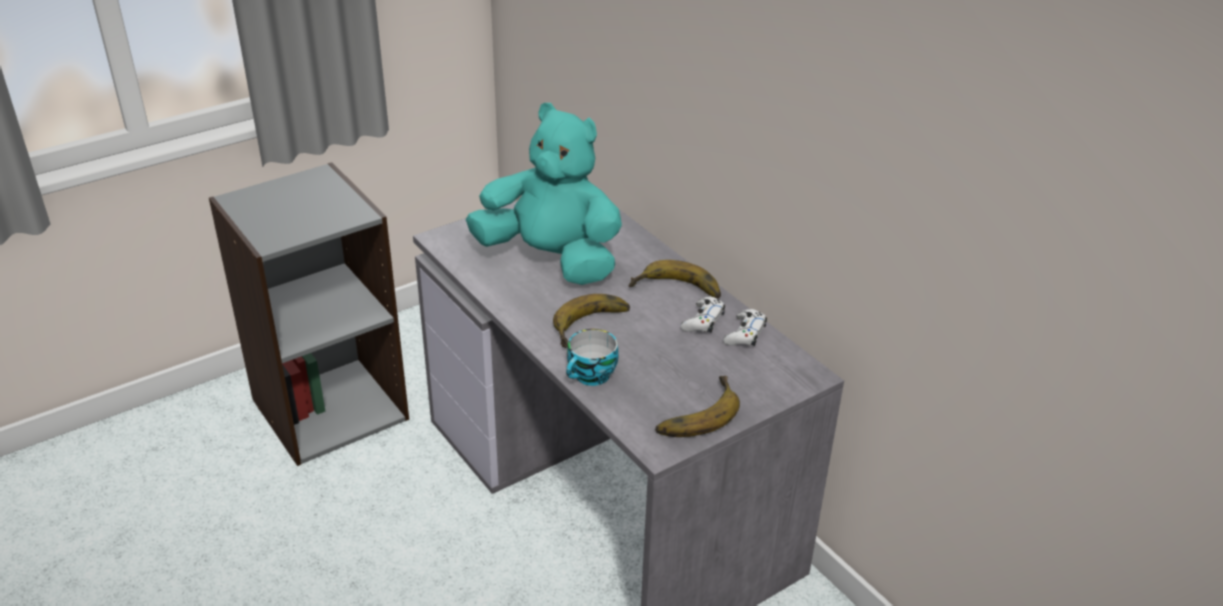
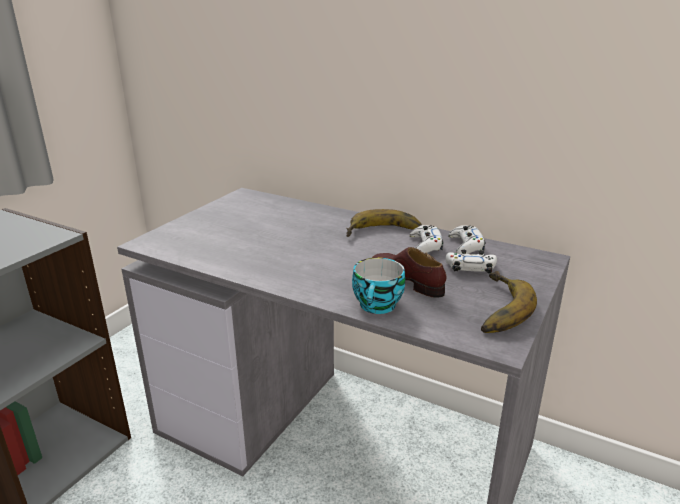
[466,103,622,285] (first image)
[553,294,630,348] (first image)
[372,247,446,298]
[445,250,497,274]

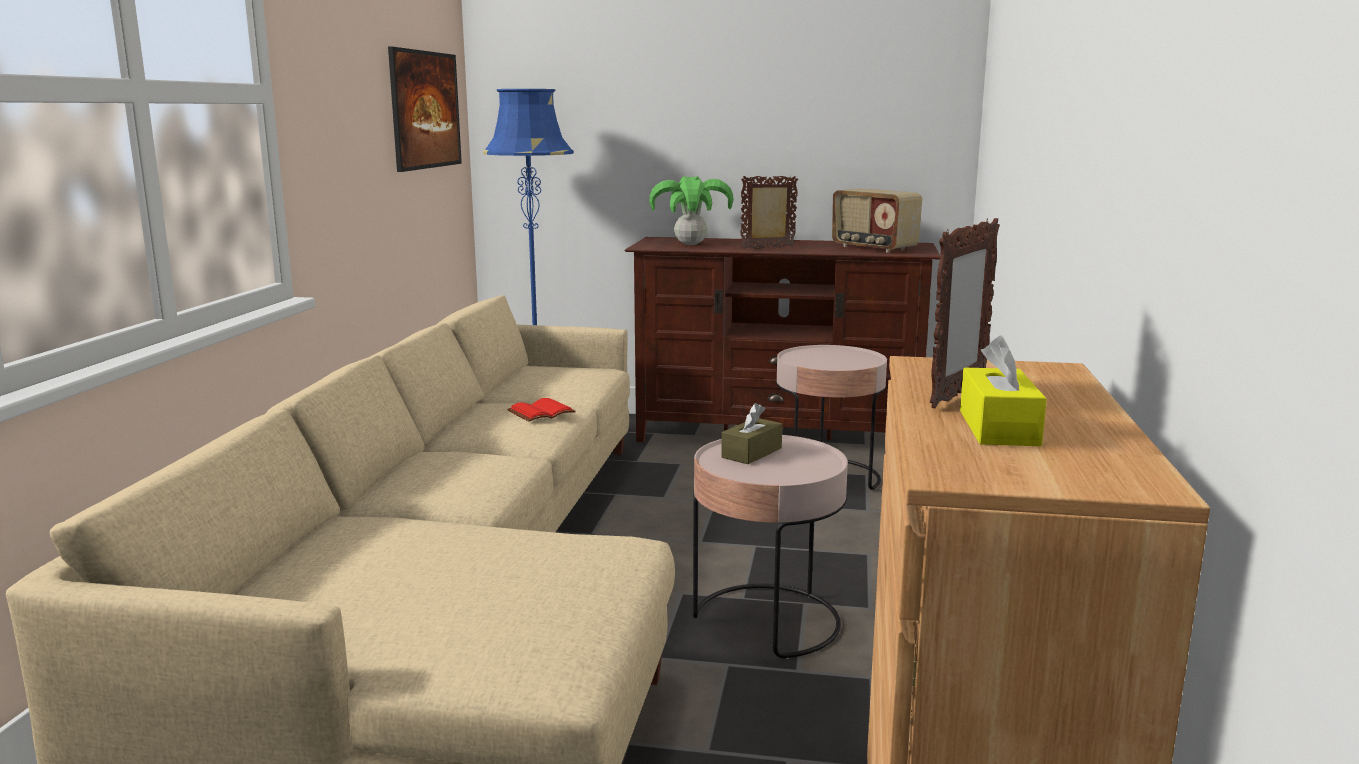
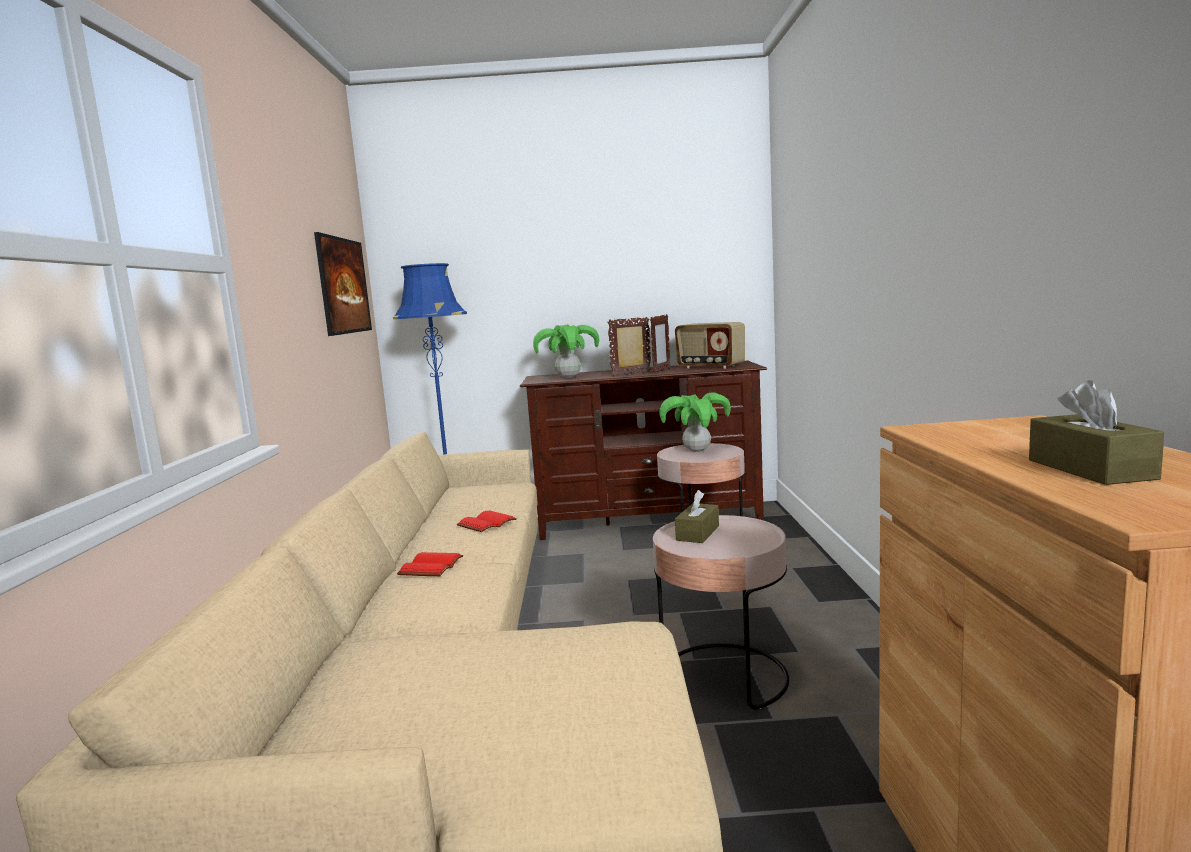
[650,314,671,373]
[1029,380,1164,485]
[397,552,463,576]
[659,393,731,452]

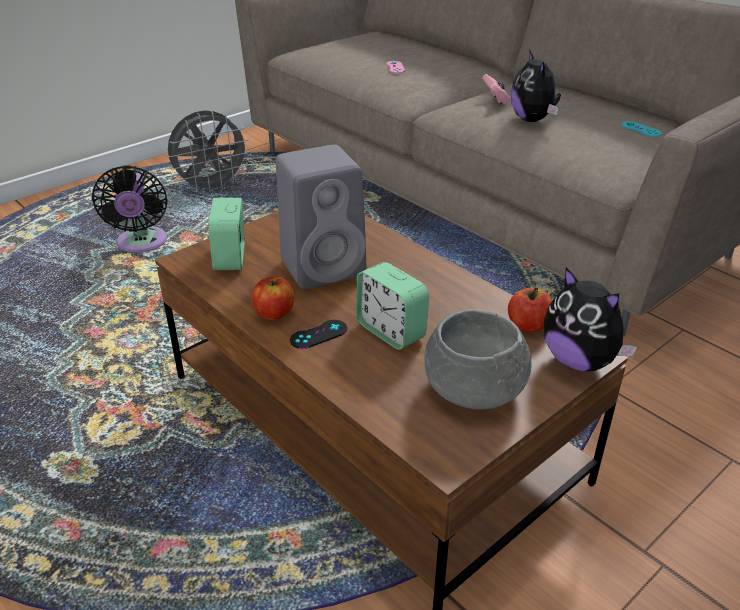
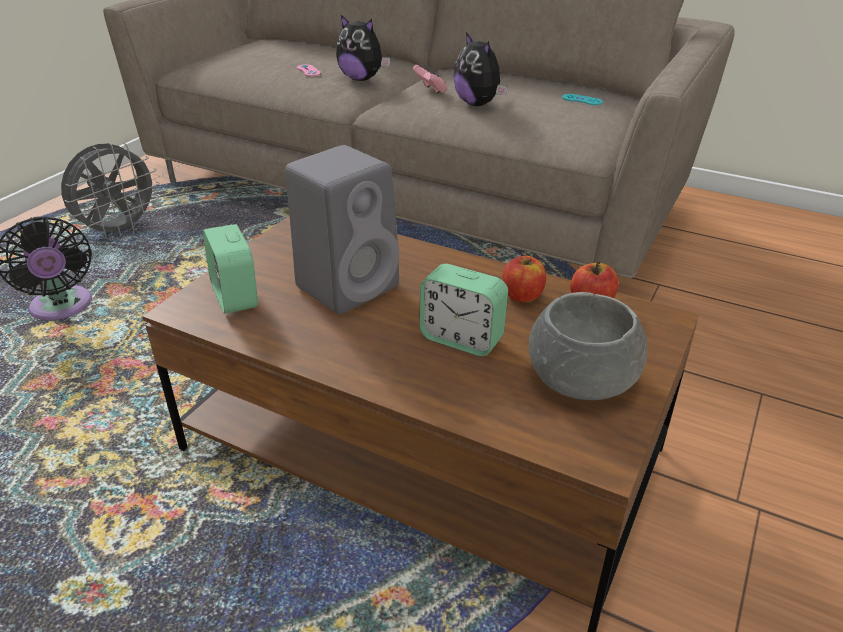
[502,256,546,302]
[290,320,347,349] (first image)
[336,15,390,81]

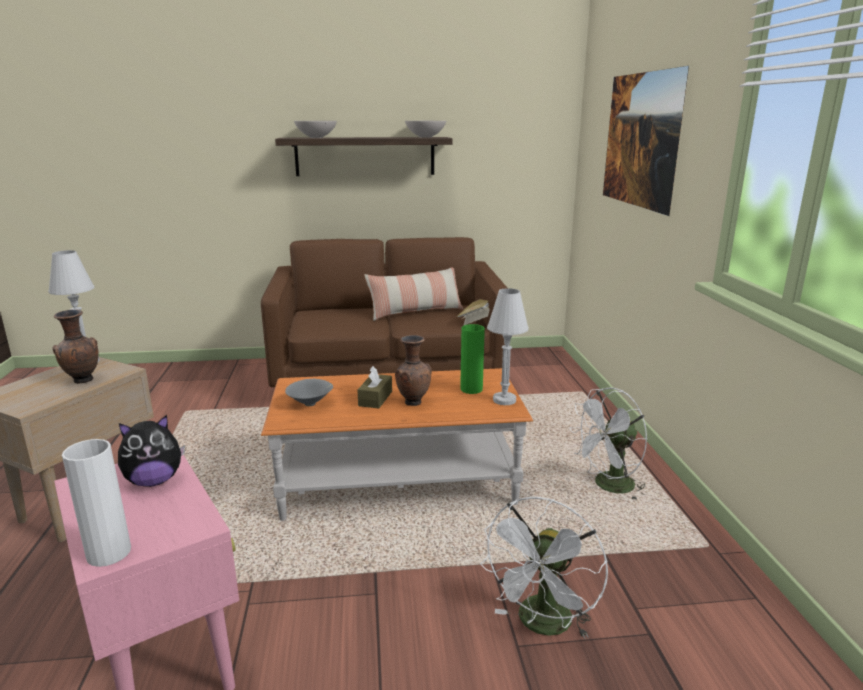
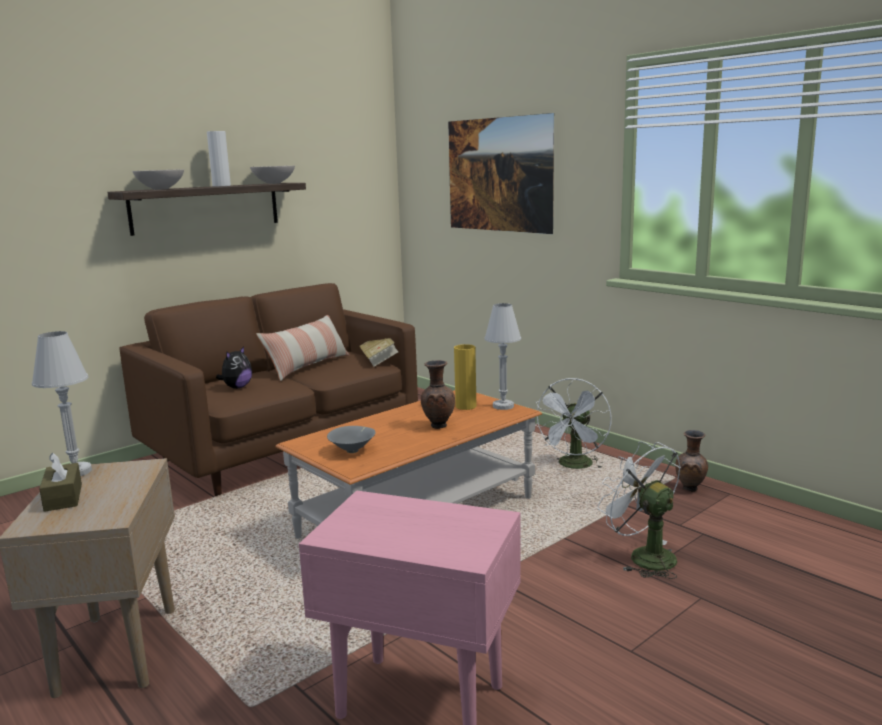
[675,430,708,492]
[207,131,231,187]
[216,346,252,389]
[39,453,82,512]
[454,344,476,410]
[598,441,681,579]

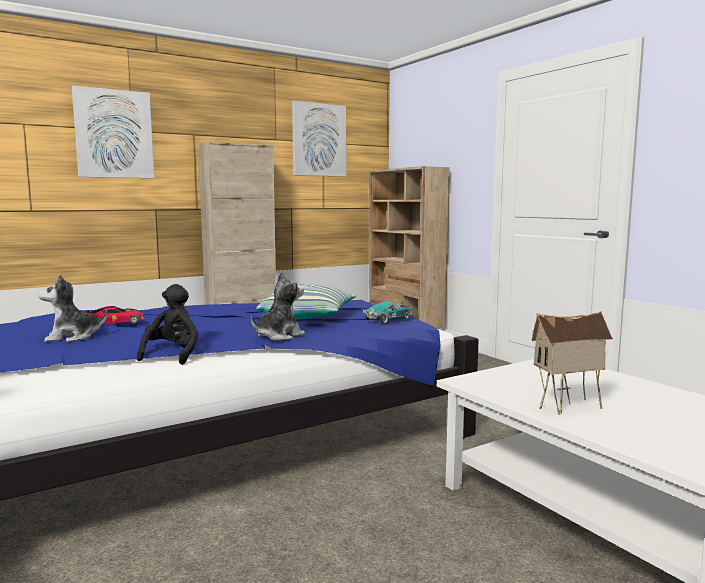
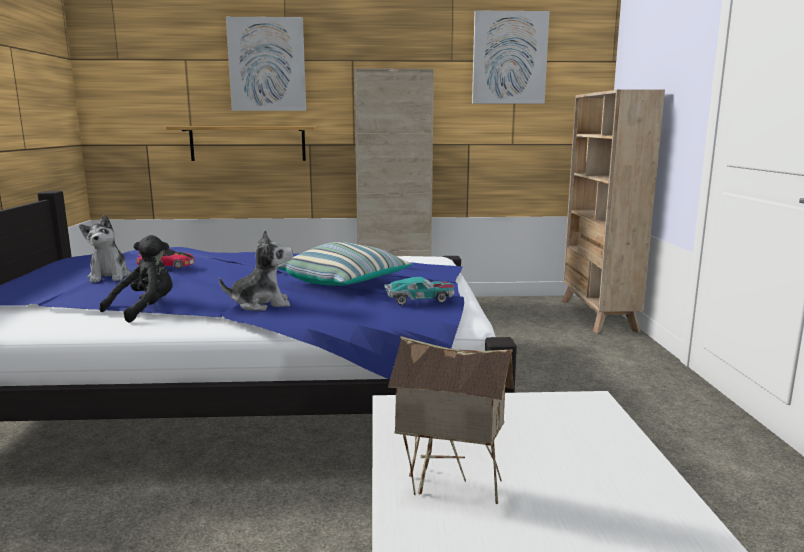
[79,215,131,283]
[166,126,317,161]

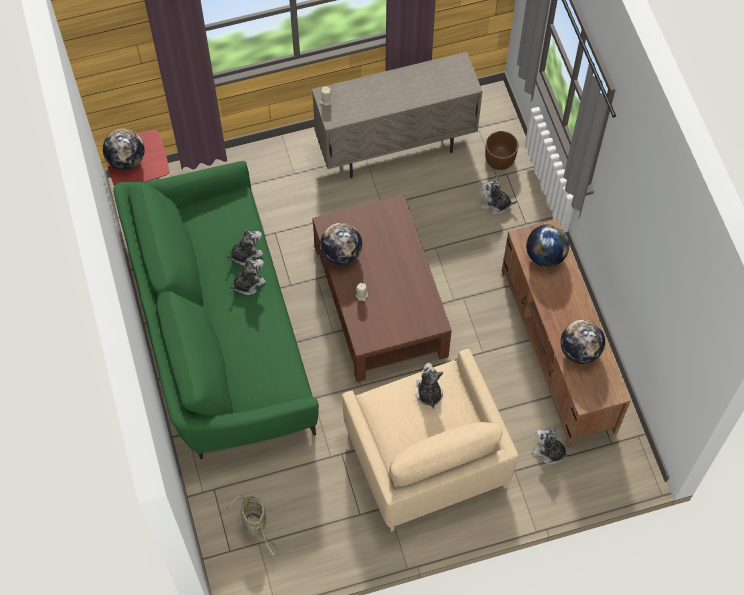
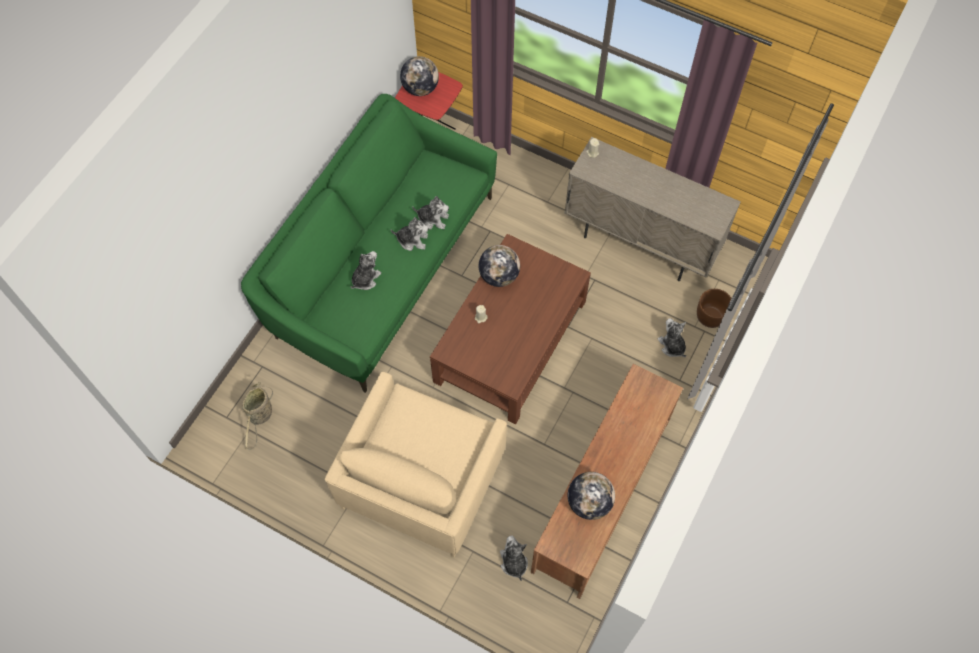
[351,251,381,290]
[526,224,569,267] (first image)

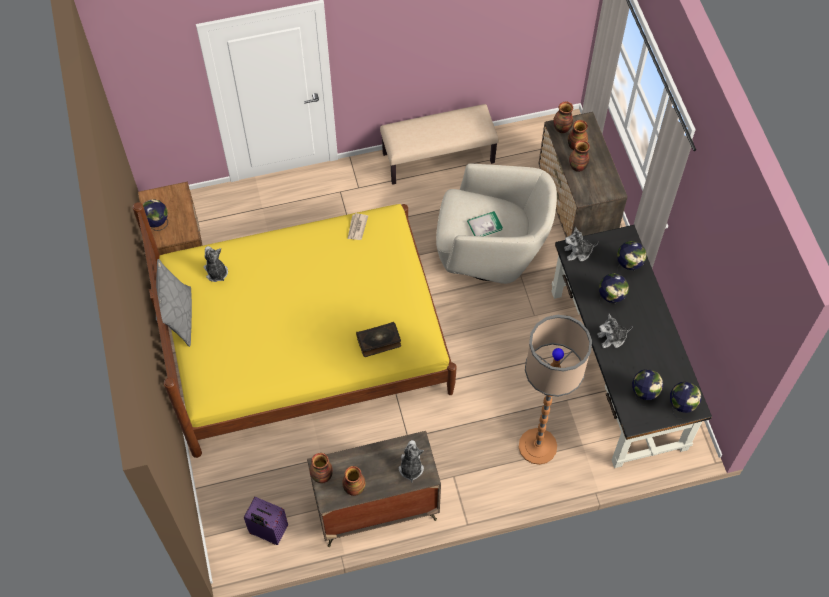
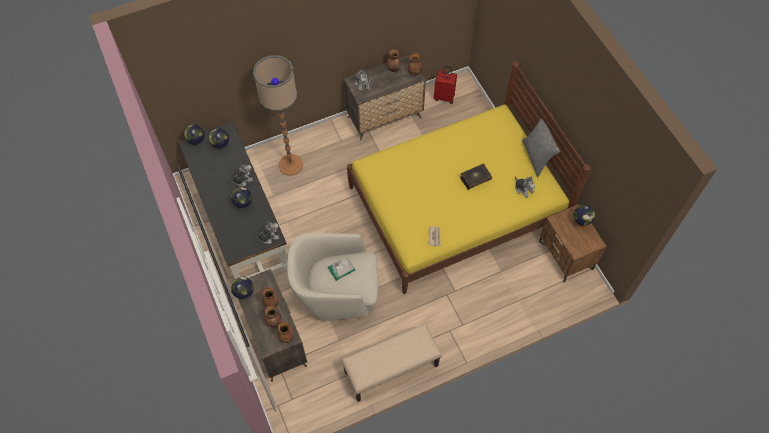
[434,66,457,104]
[460,164,492,190]
[231,276,254,300]

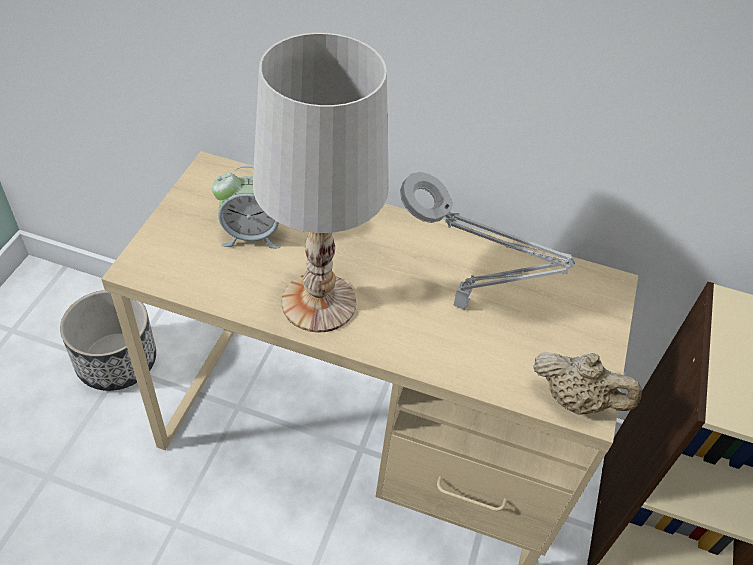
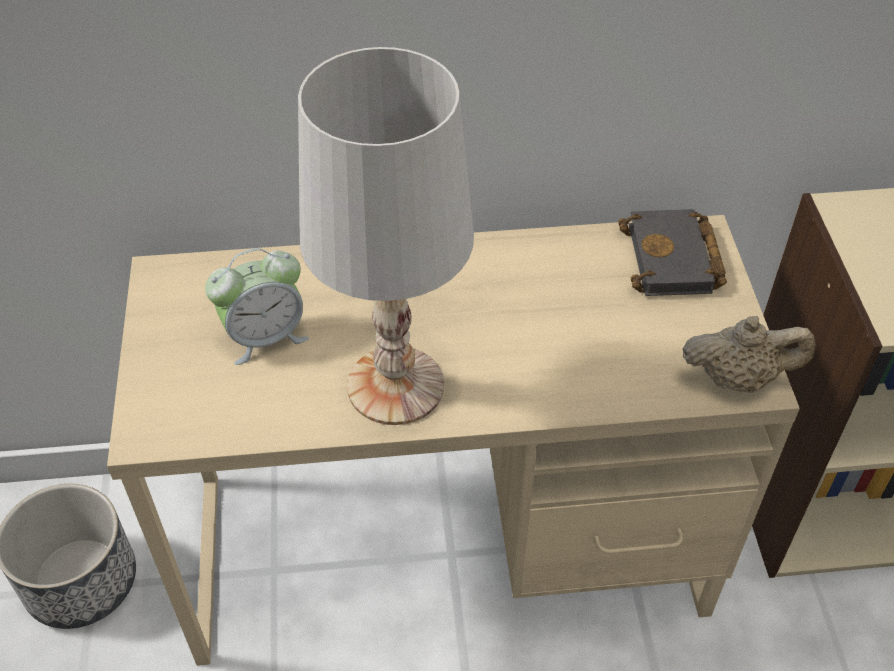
[400,172,575,310] (first image)
[618,209,727,296]

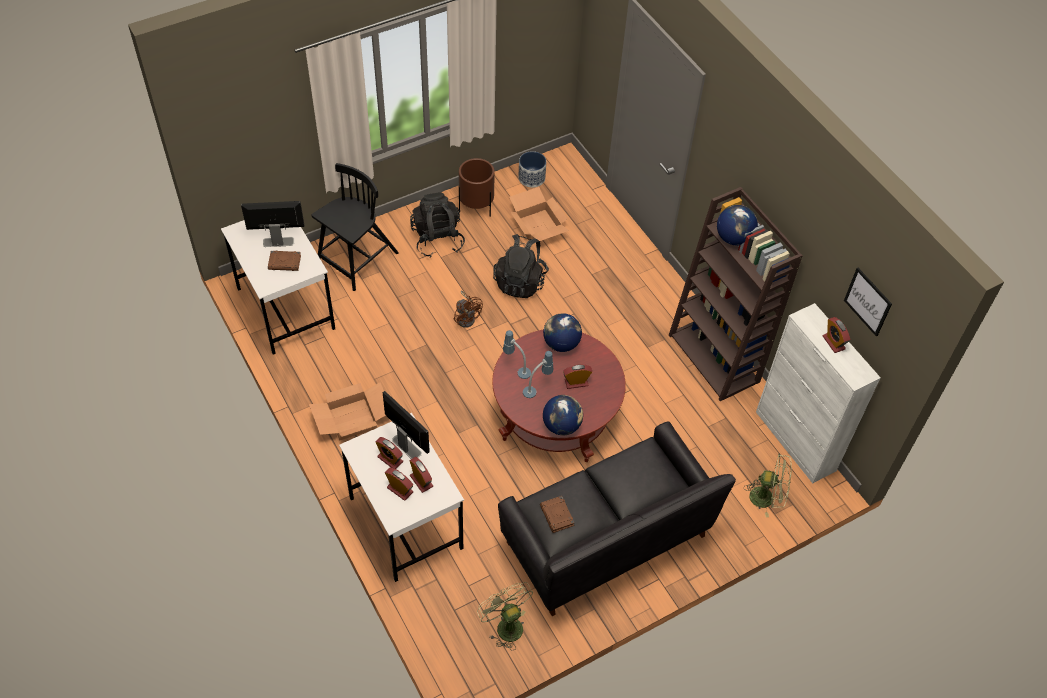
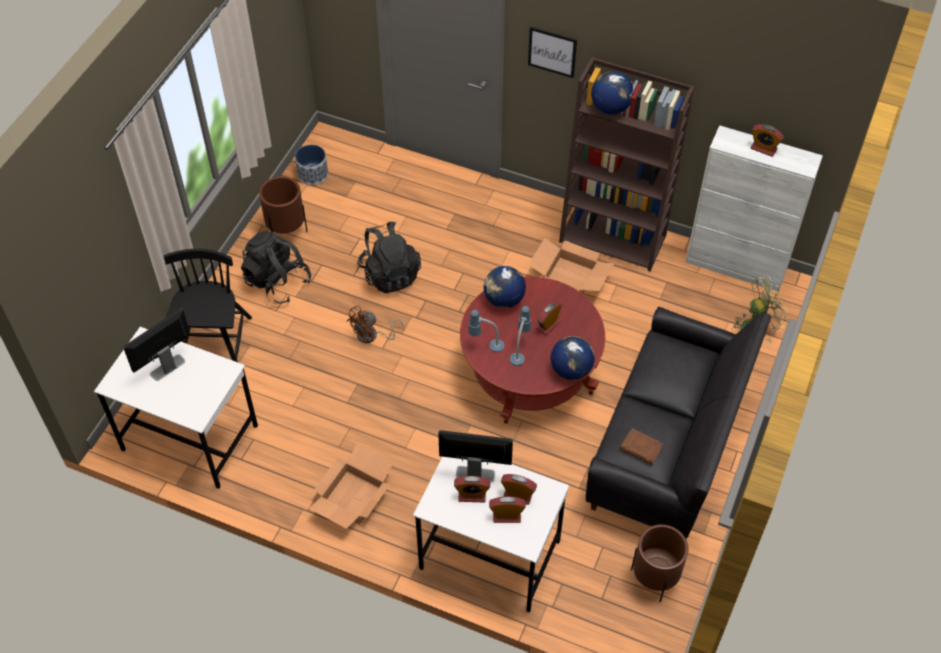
[268,250,301,271] (first image)
[347,305,404,343]
[631,524,688,602]
[529,238,614,294]
[528,27,577,78]

